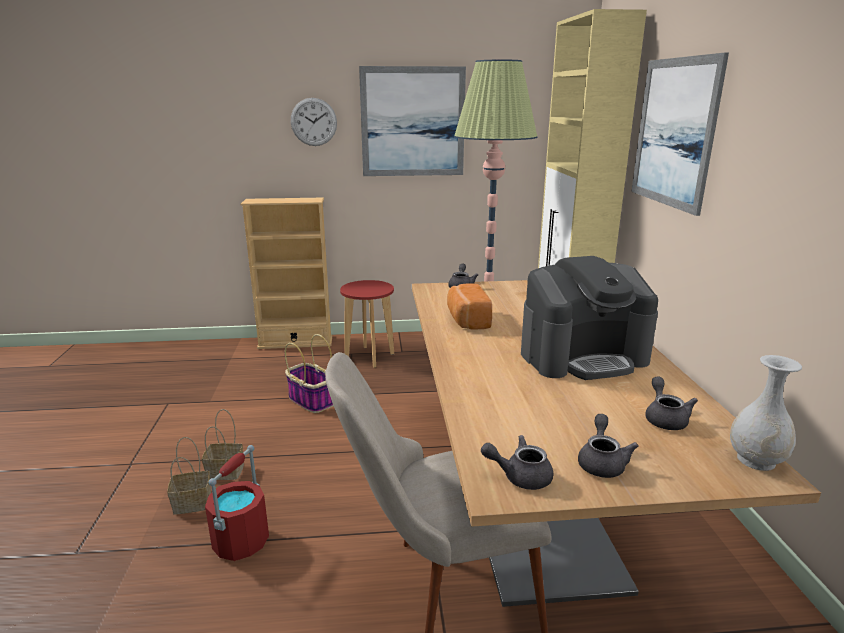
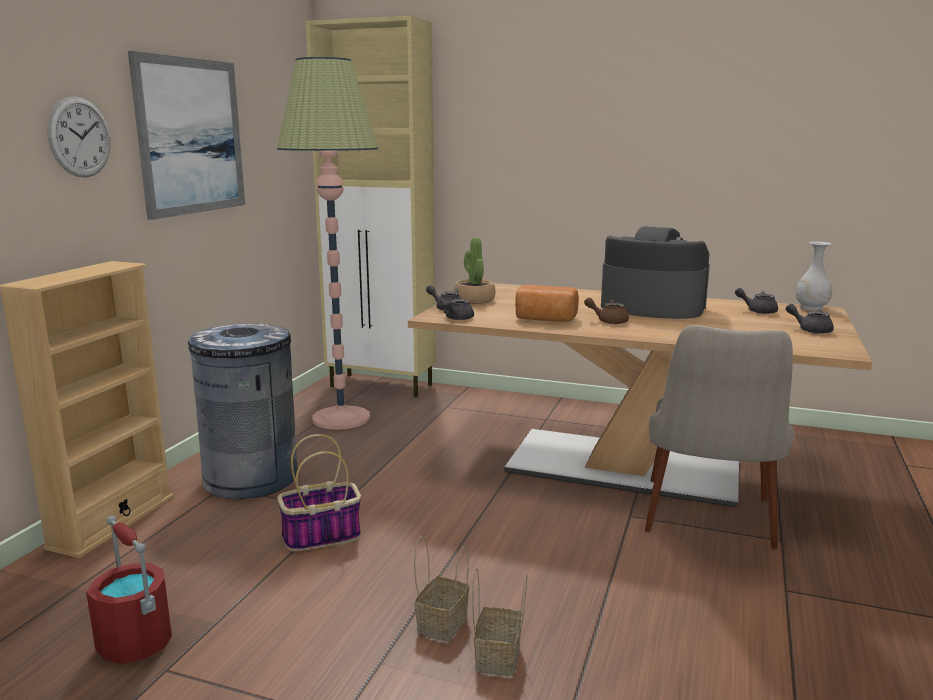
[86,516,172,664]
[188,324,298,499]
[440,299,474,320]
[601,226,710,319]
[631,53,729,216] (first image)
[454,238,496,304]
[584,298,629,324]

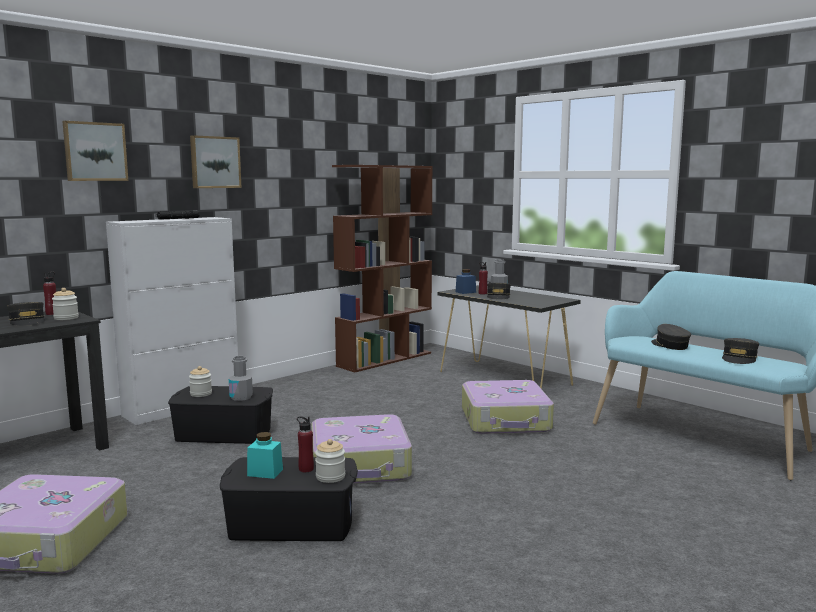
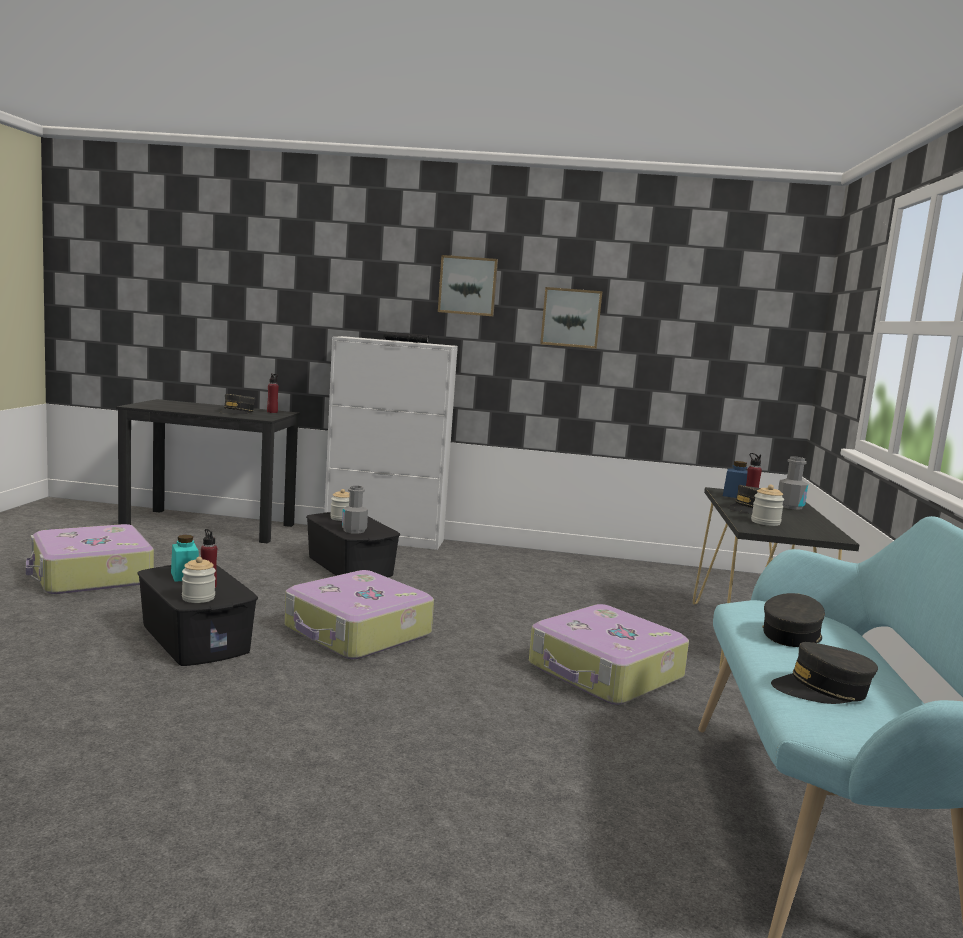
[751,485,784,526]
[540,287,602,349]
[332,165,433,372] (first image)

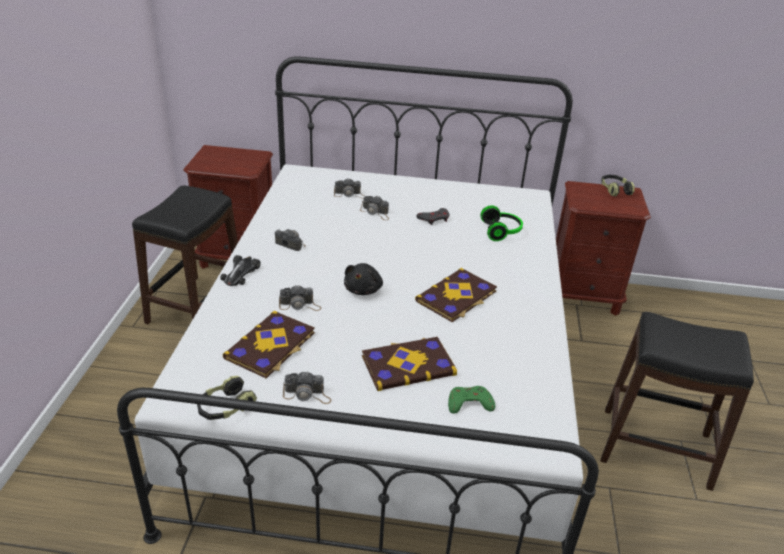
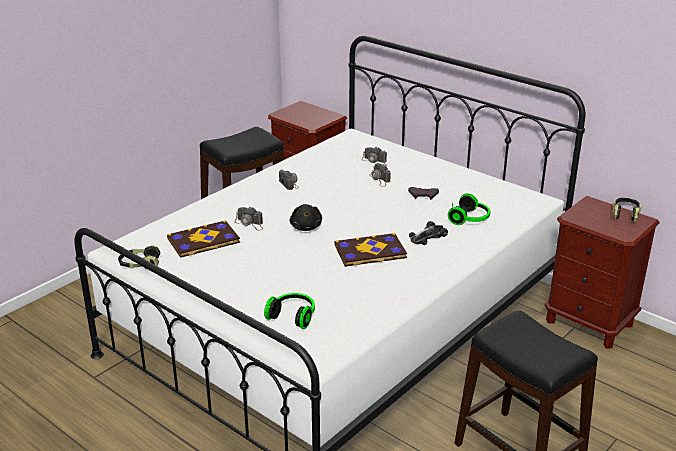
[409,221,448,245]
[283,371,331,404] (first image)
[290,204,322,231]
[362,337,457,391] (first image)
[264,293,315,329]

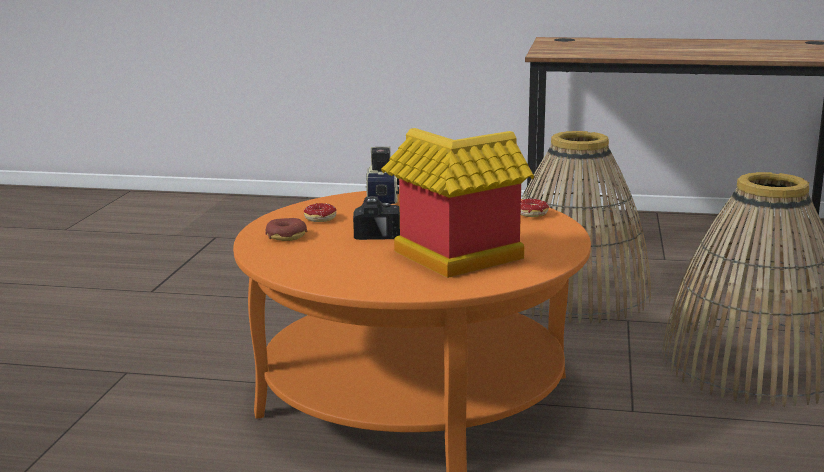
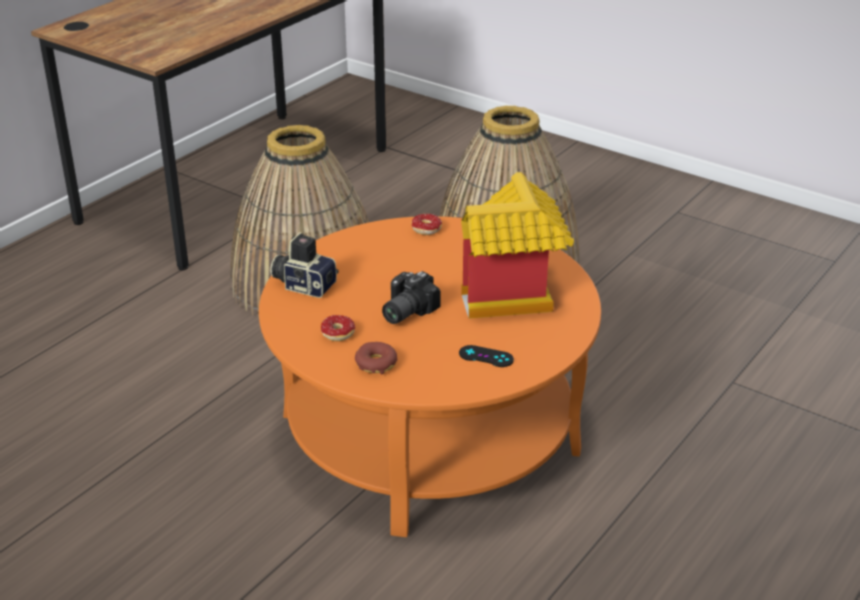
[382,271,441,324]
[459,345,514,367]

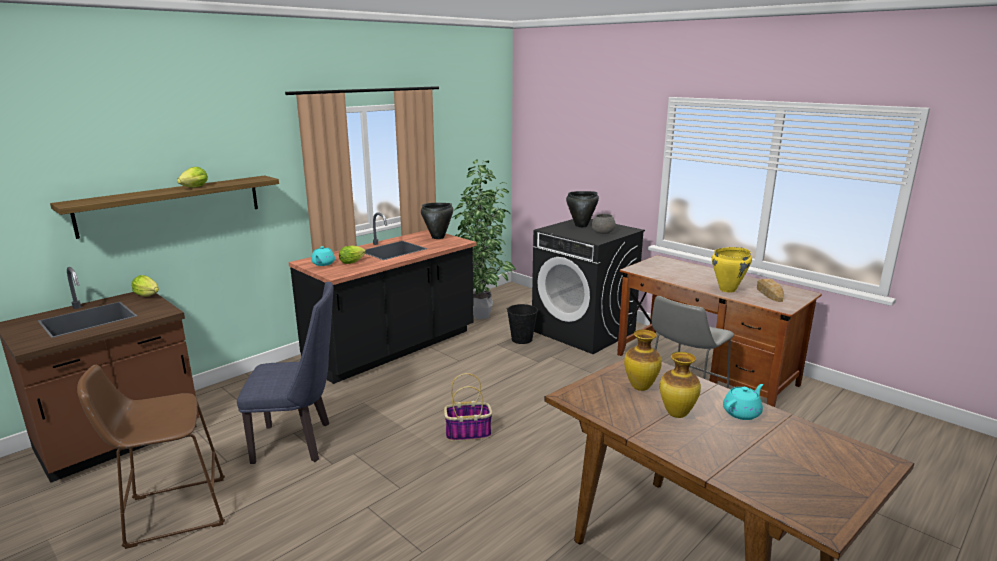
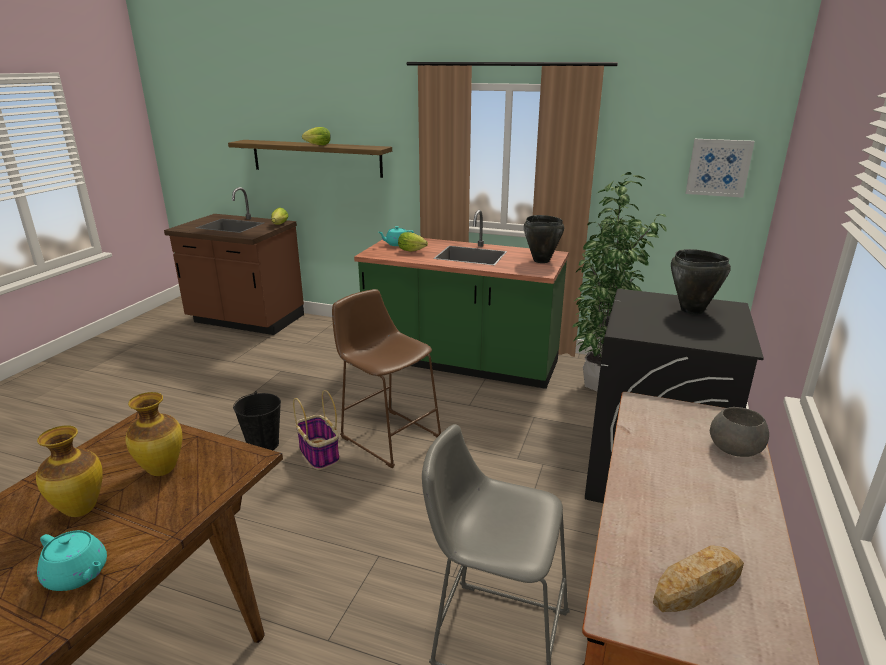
[332,289,441,468]
[237,282,334,464] (first image)
[354,210,569,389]
[233,391,281,450]
[710,407,769,457]
[712,247,752,293] (first image)
[686,139,755,198]

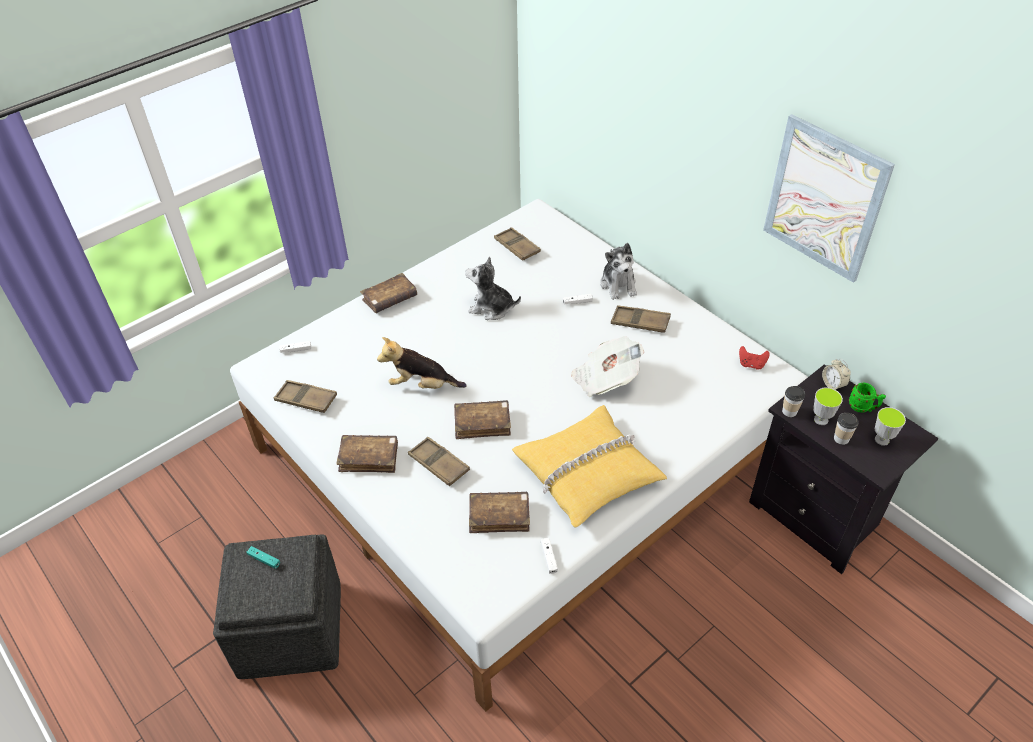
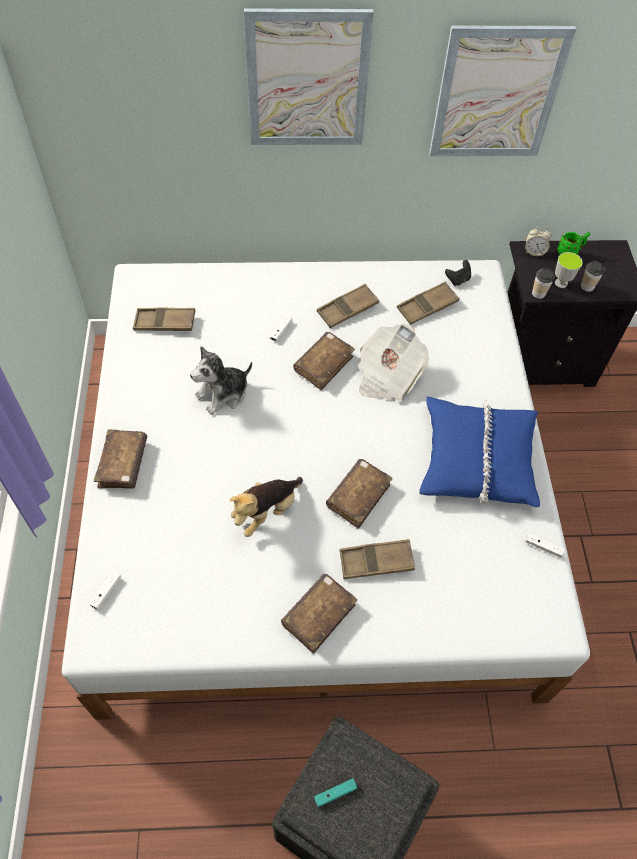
[397,282,459,325]
[293,332,355,390]
[419,397,540,507]
[600,243,637,300] (first image)
[445,260,471,286]
[875,407,906,446] (first image)
[244,8,374,145]

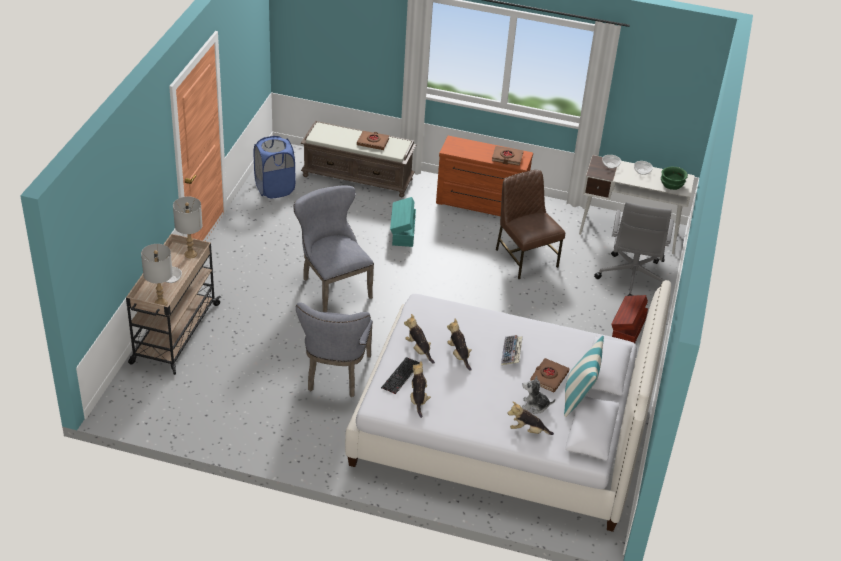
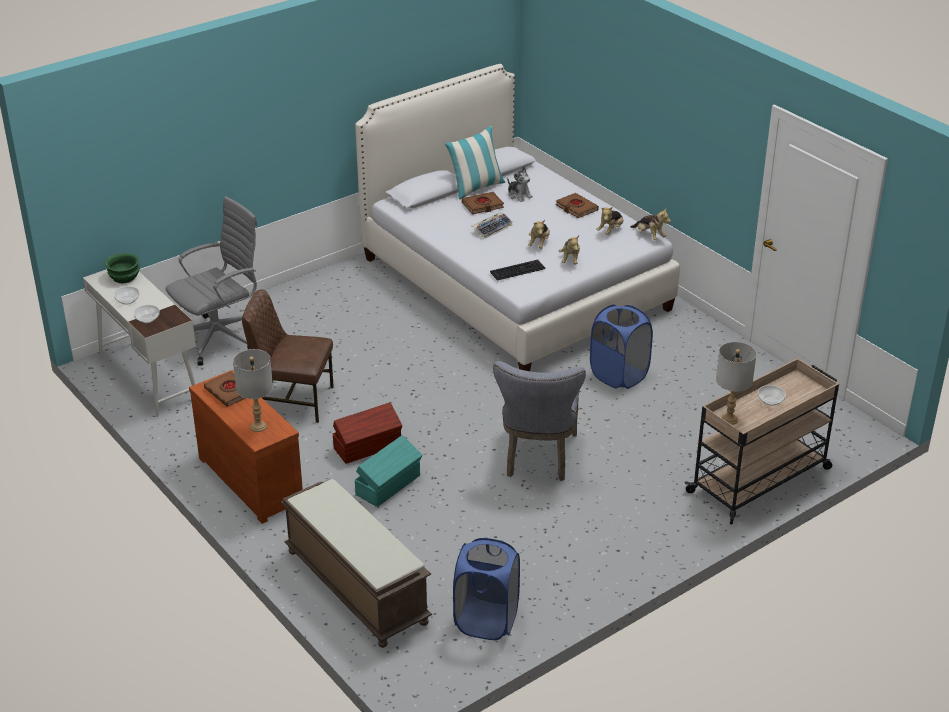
[233,349,273,432]
[590,305,653,389]
[556,193,599,218]
[490,260,546,281]
[242,289,334,423]
[630,209,671,240]
[333,402,402,464]

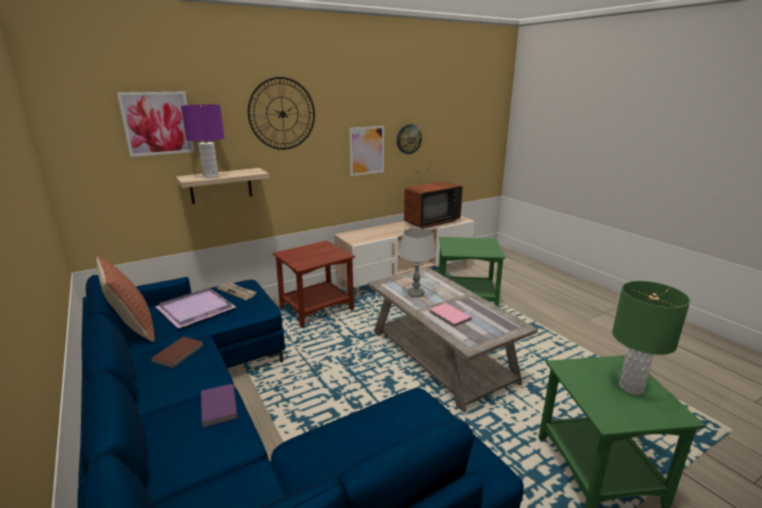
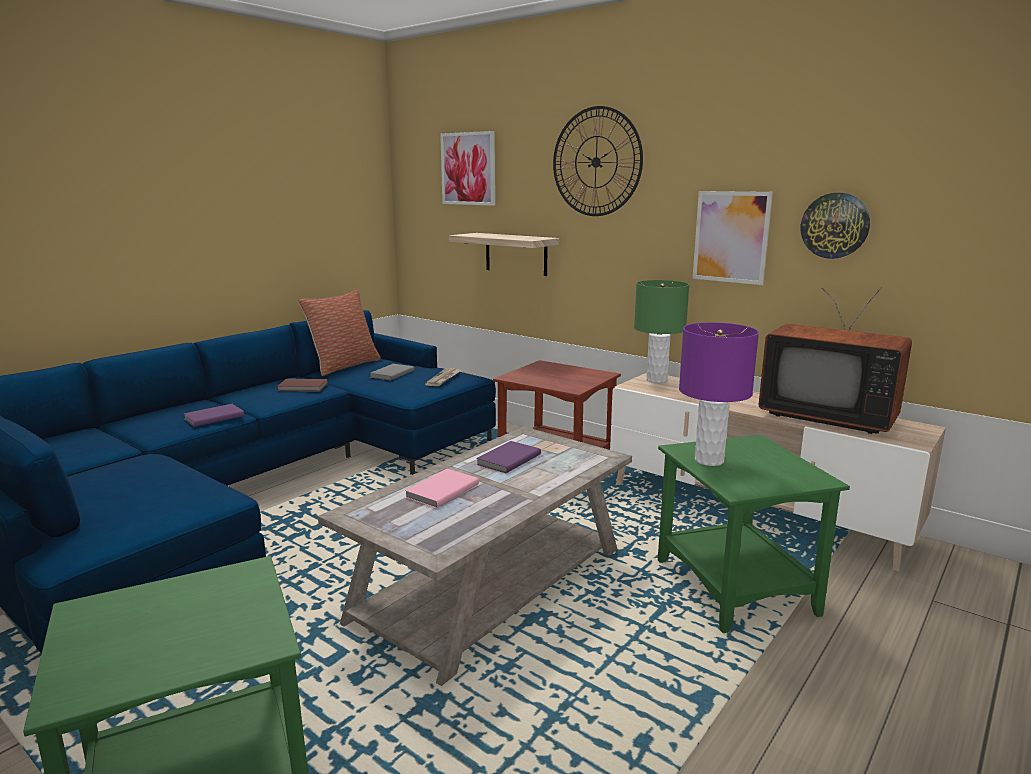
[370,364,414,381]
[679,322,759,466]
[476,441,541,473]
[634,280,689,383]

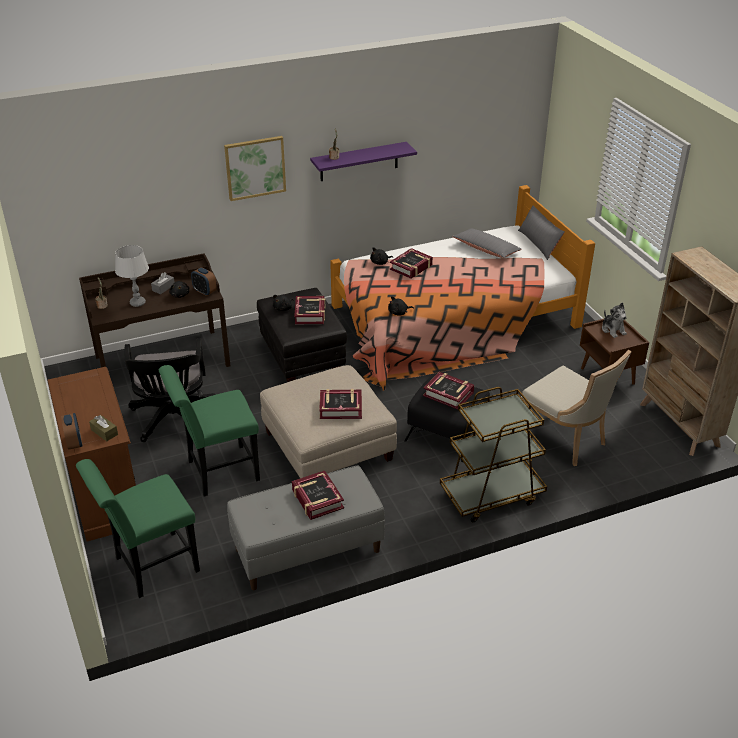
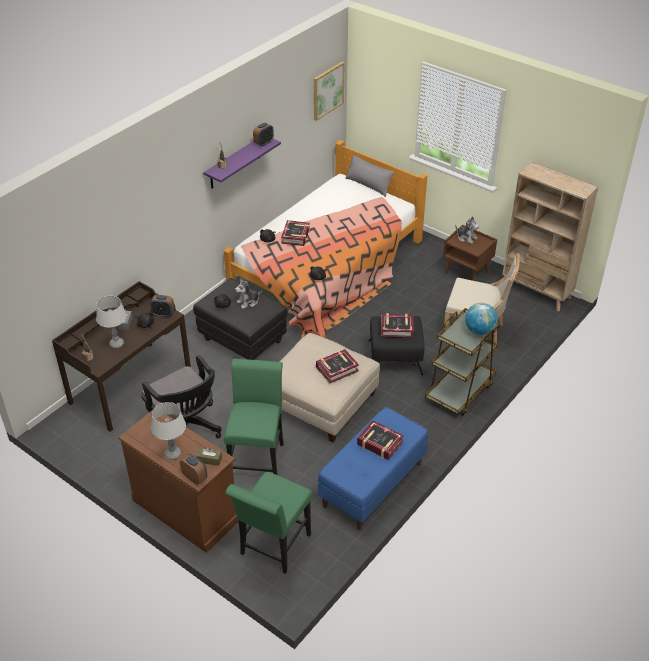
[224,359,284,475]
[314,62,344,121]
[318,407,428,530]
[235,278,262,309]
[452,228,522,258] (first image)
[151,402,186,460]
[253,123,274,147]
[465,303,498,335]

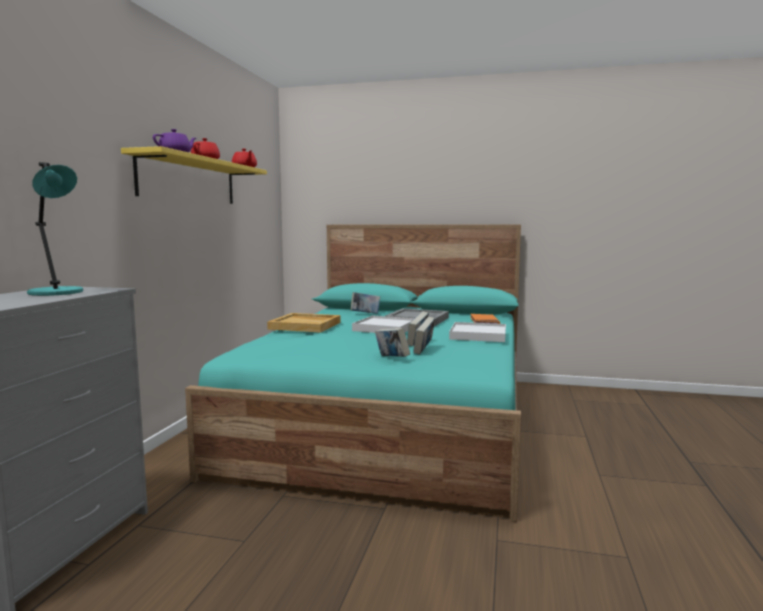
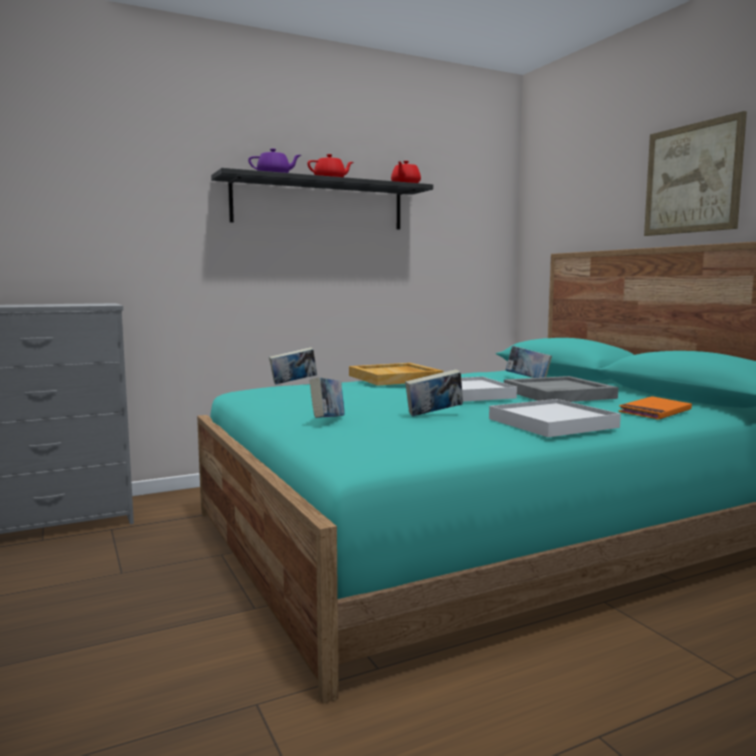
[27,162,83,296] (first image)
[211,168,433,230]
[269,347,317,385]
[644,111,747,236]

